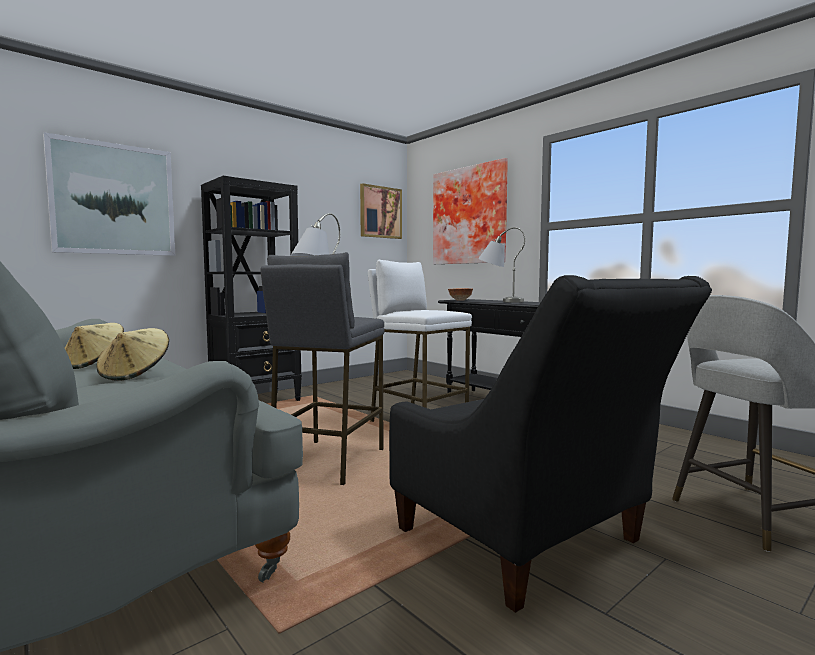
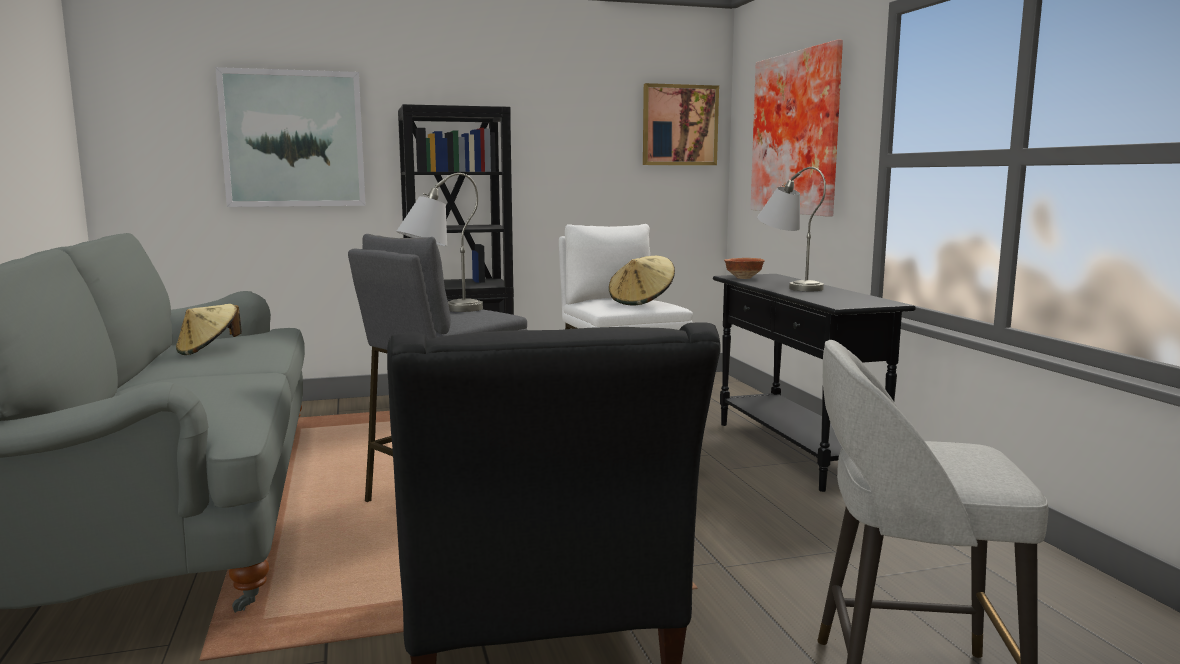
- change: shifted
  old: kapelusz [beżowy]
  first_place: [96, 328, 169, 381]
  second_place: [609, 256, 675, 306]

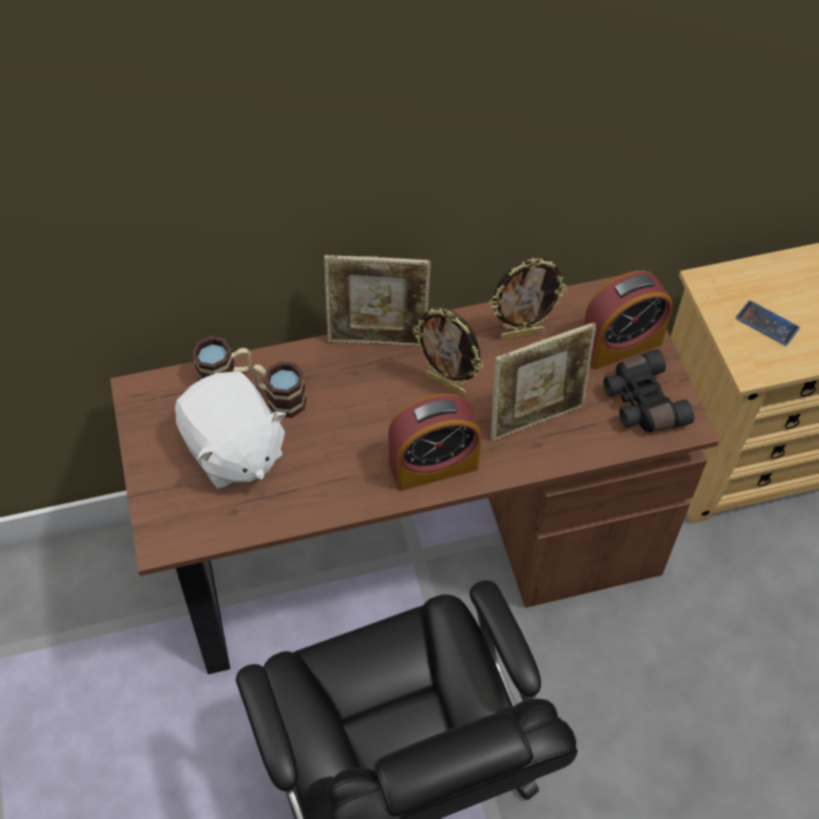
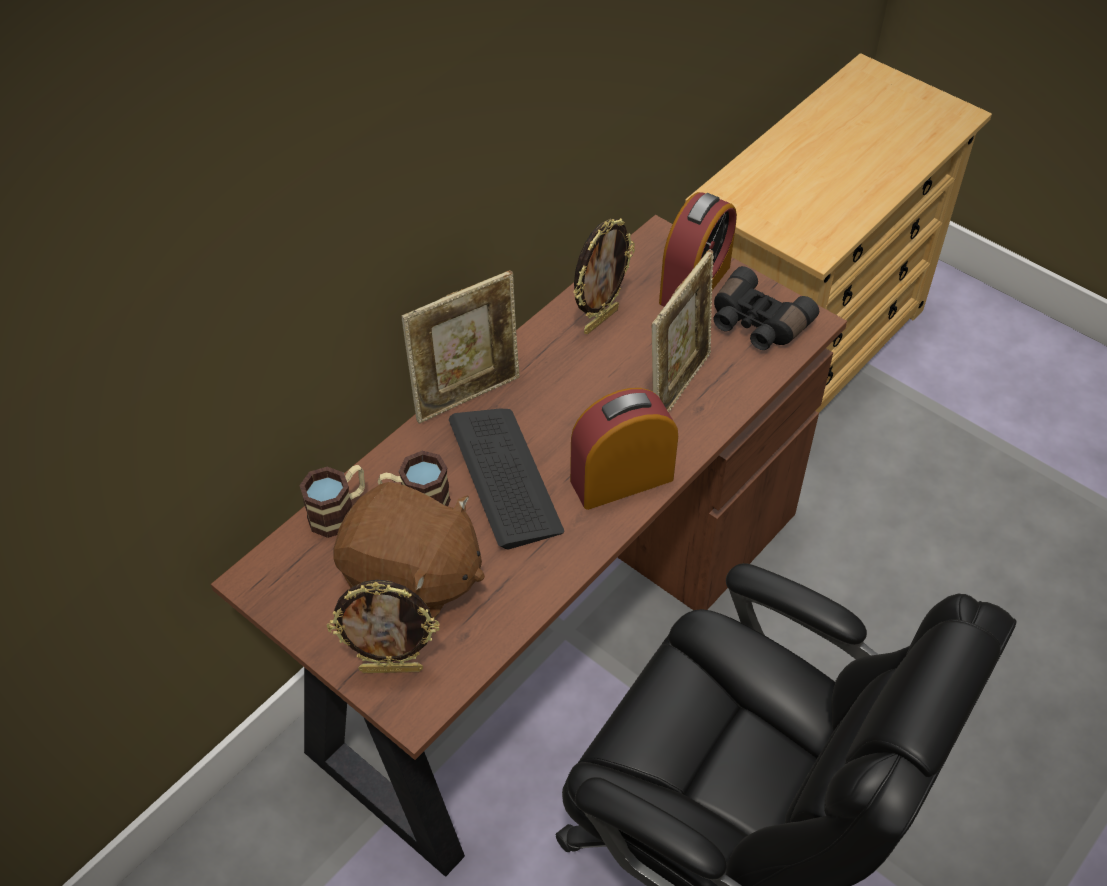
- change: shifted
  old: ramka na zdjęcie
  first_place: [412, 308, 484, 396]
  second_place: [327, 580, 440, 673]
- change: repainted
  old: pluszak [biały]
  new: pluszak [brązowy]
  first_place: [175, 371, 286, 489]
  second_place: [334, 482, 485, 619]
- change: new
  new: klawiatura
  second_place: [449, 409, 564, 549]
- change: rotated
  old: budzik
  first_place: [388, 394, 481, 491]
  second_place: [570, 388, 678, 510]
  degrees: -150
- change: gone
  old: telefon
  first_place: [736, 300, 800, 346]

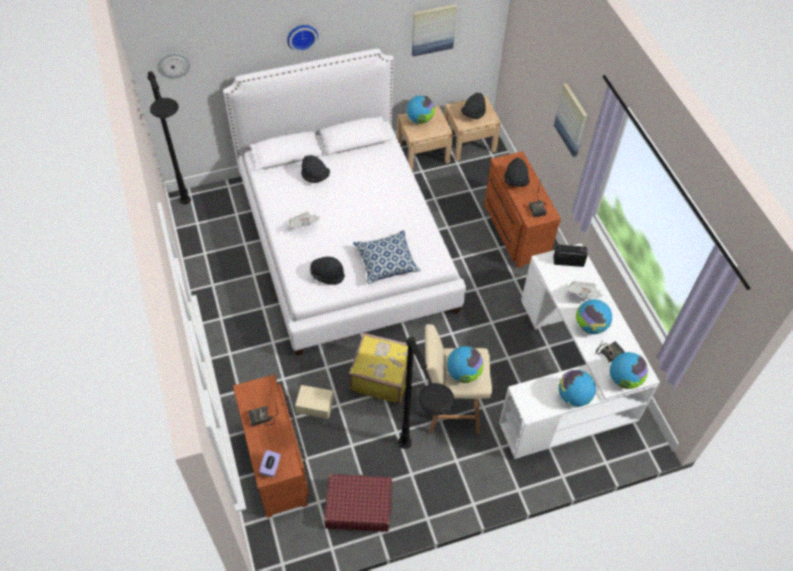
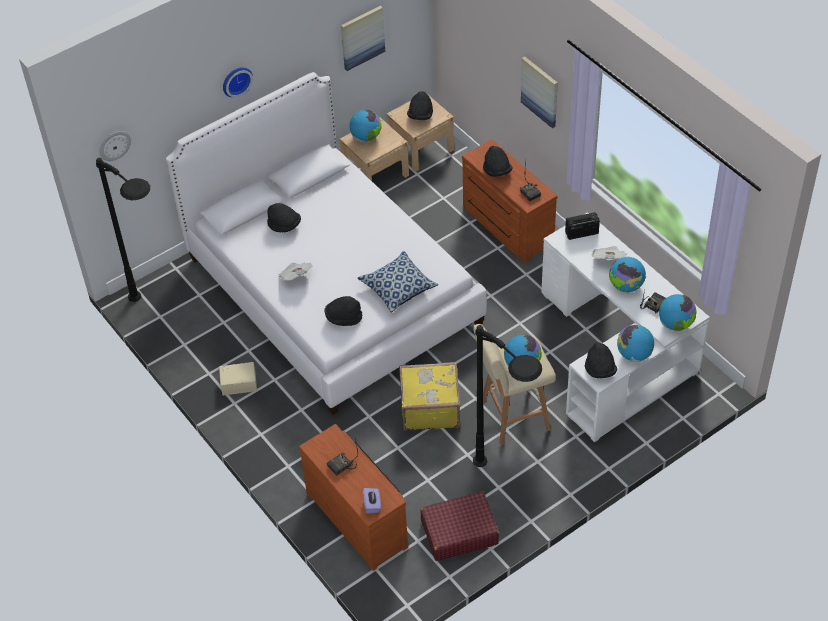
- change: shifted
  old: pojemnik do przechowywania [beżowy]
  first_place: [295, 385, 334, 419]
  second_place: [219, 362, 257, 395]
- change: new
  new: kapelusz [czarny]
  second_place: [585, 342, 617, 378]

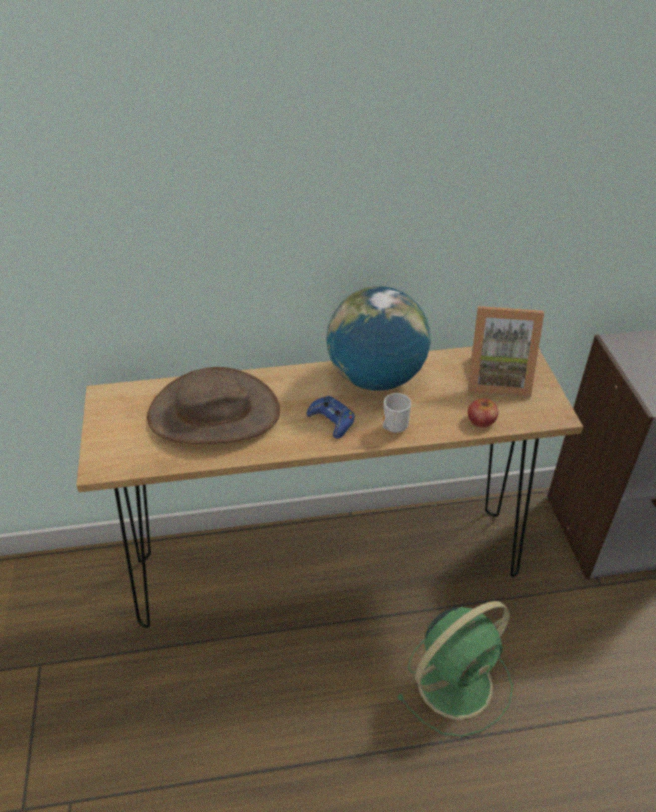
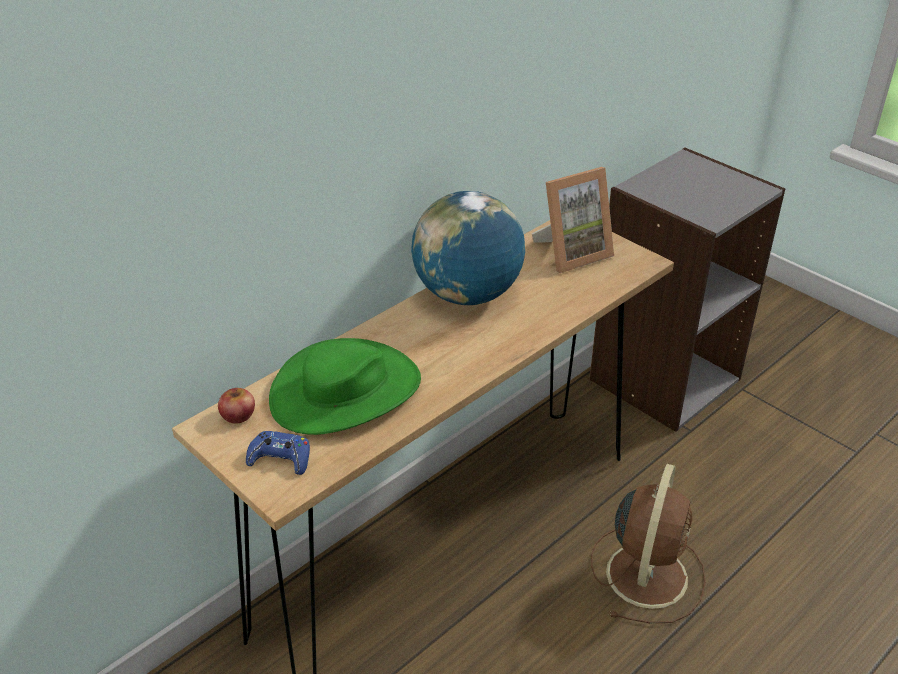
- change: shifted
  old: jabłko
  first_place: [468, 398, 498, 428]
  second_place: [218, 388, 255, 424]
- change: shifted
  old: pad do gier [niebieski]
  first_place: [307, 396, 355, 439]
  second_place: [246, 431, 310, 475]
- change: repainted
  old: kapelusz [brązowy]
  new: kapelusz [zielony]
  first_place: [147, 367, 280, 444]
  second_place: [269, 338, 421, 435]
- change: repainted
  old: wentylator [zielony]
  new: wentylator [brązowy]
  first_place: [397, 601, 513, 737]
  second_place: [591, 464, 706, 623]
- change: gone
  old: kubek
  first_place: [383, 393, 411, 433]

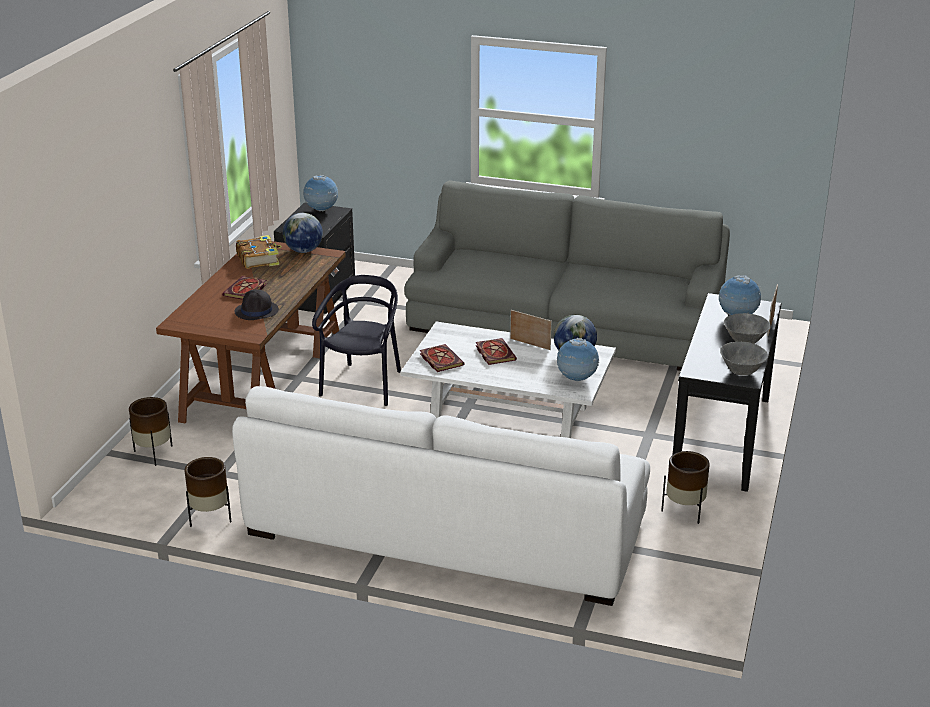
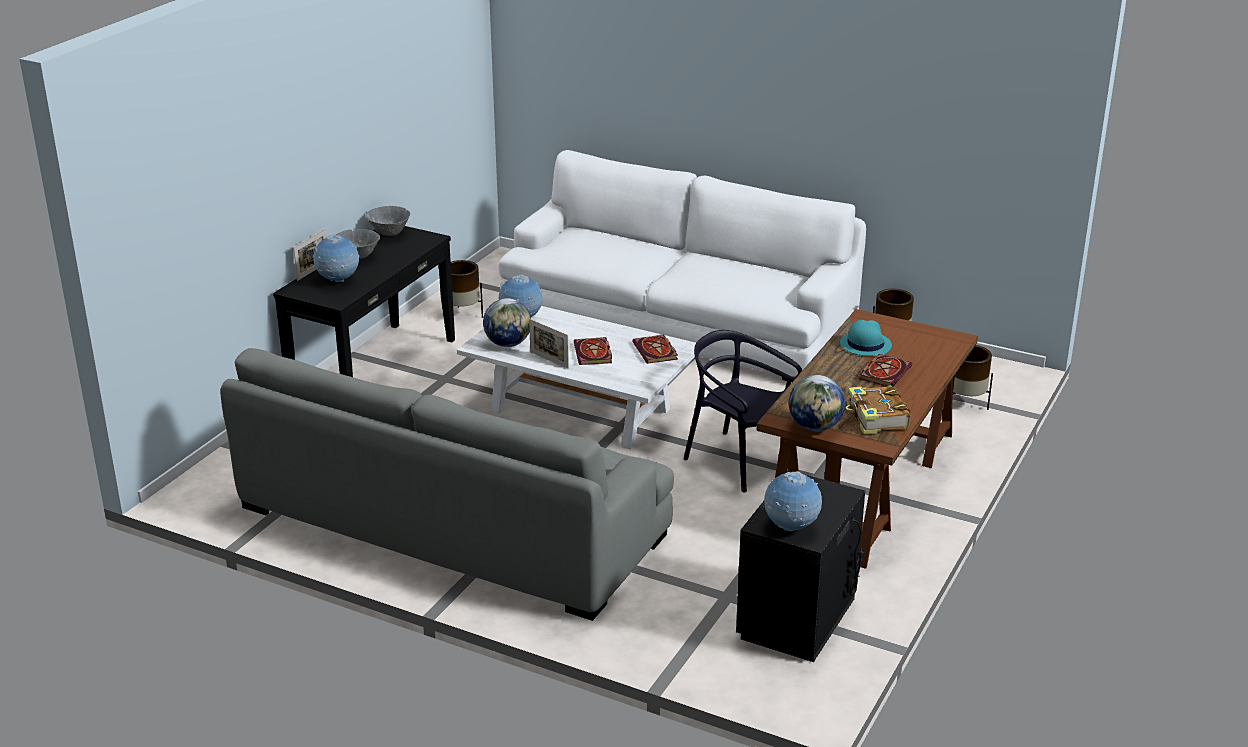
- change: rotated
  old: krzesło [czarny]
  first_place: [312, 275, 401, 406]
  second_place: [683, 330, 802, 493]
  degrees: 105
- change: repainted
  old: kapelusz [czarny]
  new: kapelusz [turkusowy]
  first_place: [235, 289, 279, 320]
  second_place: [840, 320, 892, 356]

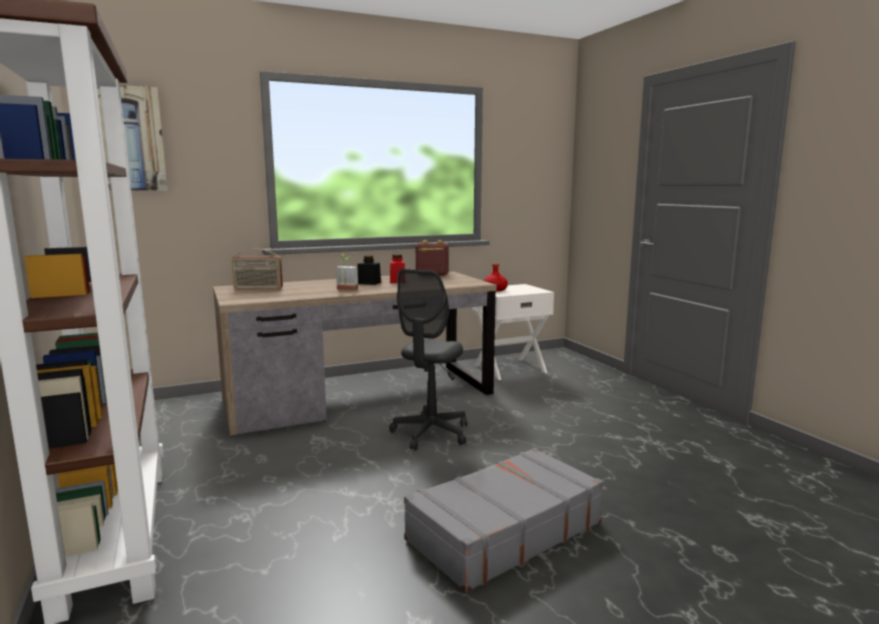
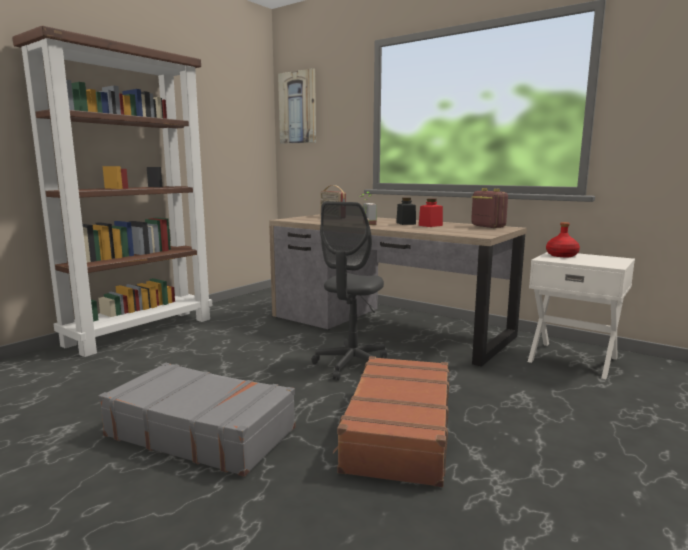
- change: rotated
  old: krzesło biurowe [szary]
  first_place: [389, 269, 467, 450]
  second_place: [312, 201, 387, 381]
  degrees: -60
- change: new
  new: walizka [brązowy]
  second_place: [333, 356, 450, 487]

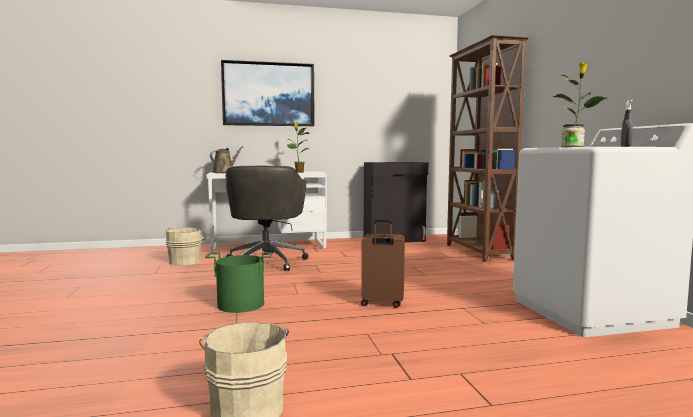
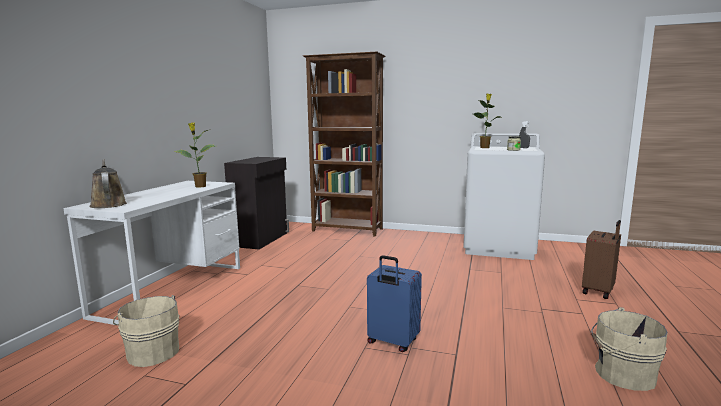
- change: swapped
  old: wiadro [zielony]
  new: walizka [niebieski]
  first_place: [205, 252, 272, 313]
  second_place: [367, 255, 422, 352]
- change: shifted
  old: walizka [brązowy]
  first_place: [361, 219, 405, 308]
  second_place: [582, 220, 621, 299]
- change: gone
  old: obraz
  first_place: [221, 60, 315, 126]
- change: gone
  old: krzesło biurowe [szary]
  first_place: [226, 166, 309, 271]

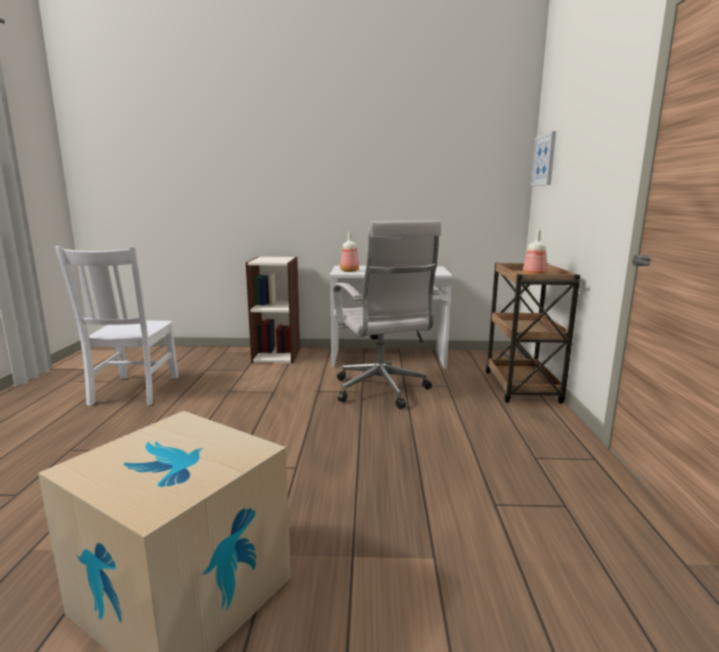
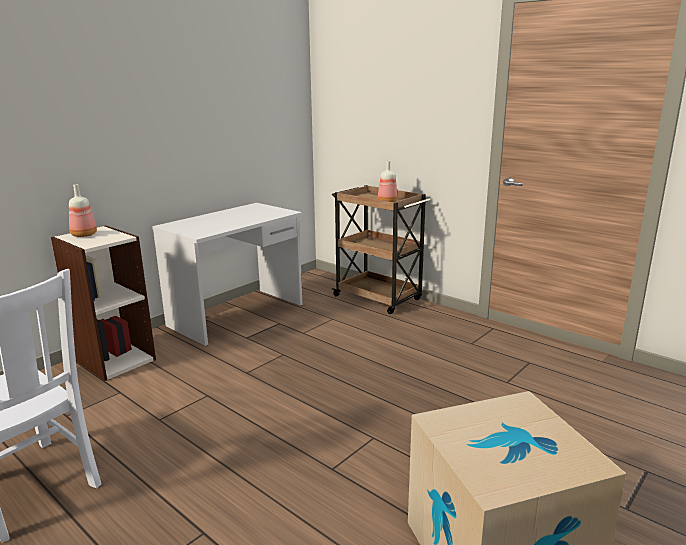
- change: shifted
  old: butelka
  first_place: [340, 232, 359, 272]
  second_place: [69, 184, 97, 237]
- change: gone
  old: krzesło biurowe [biały]
  first_place: [333, 220, 441, 409]
- change: gone
  old: obraz
  first_place: [531, 131, 556, 186]

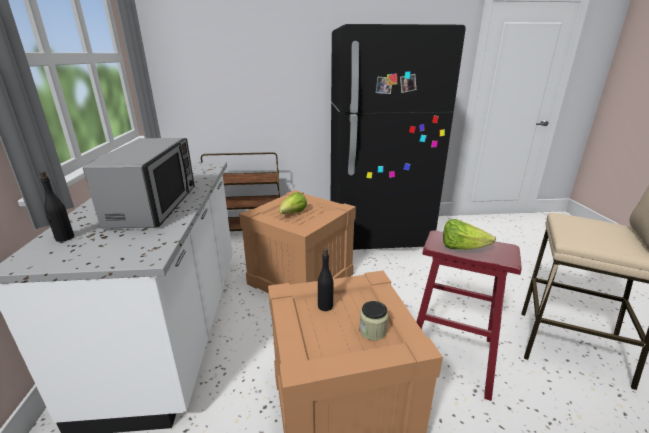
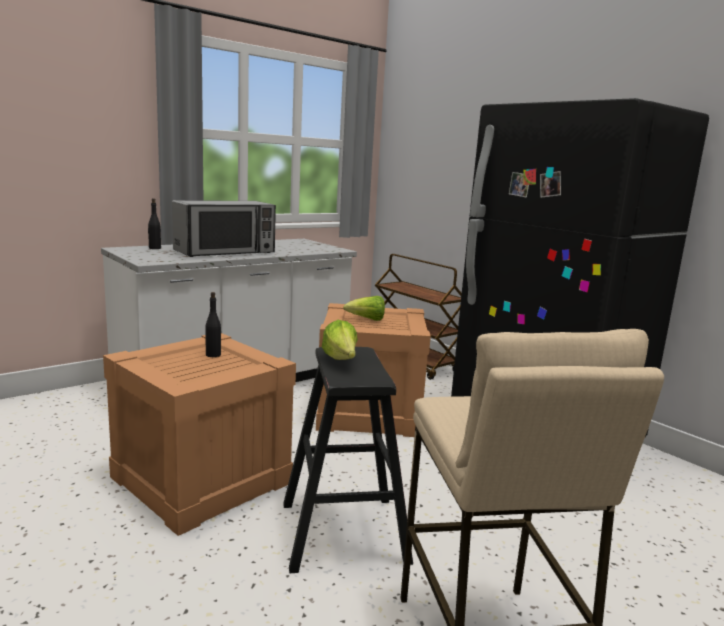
- change: repainted
  old: stołek [czerwony]
  new: stołek [czarny]
  first_place: [417, 230, 522, 401]
  second_place: [283, 347, 413, 573]
- change: gone
  old: słoik
  first_place: [359, 301, 388, 341]

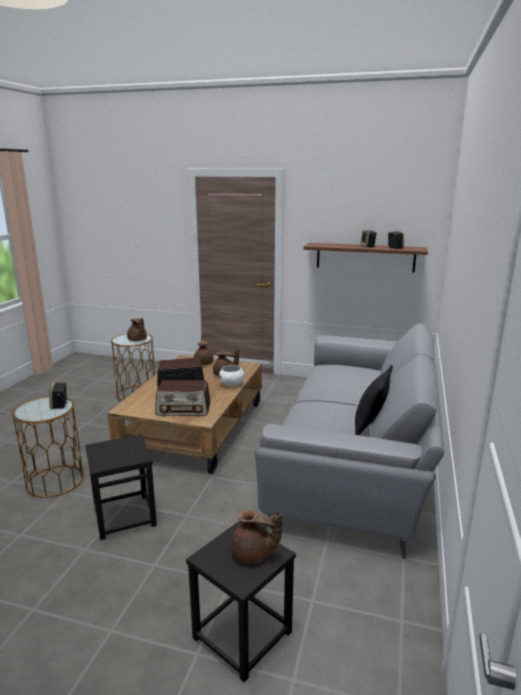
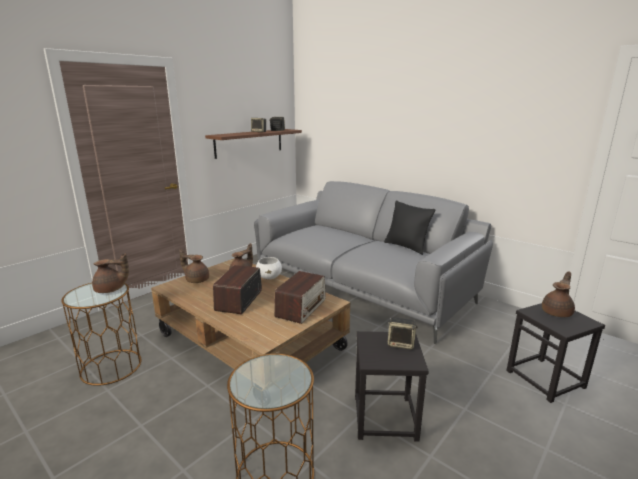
- change: shifted
  old: głośnik
  first_place: [49, 382, 68, 409]
  second_place: [387, 317, 418, 350]

